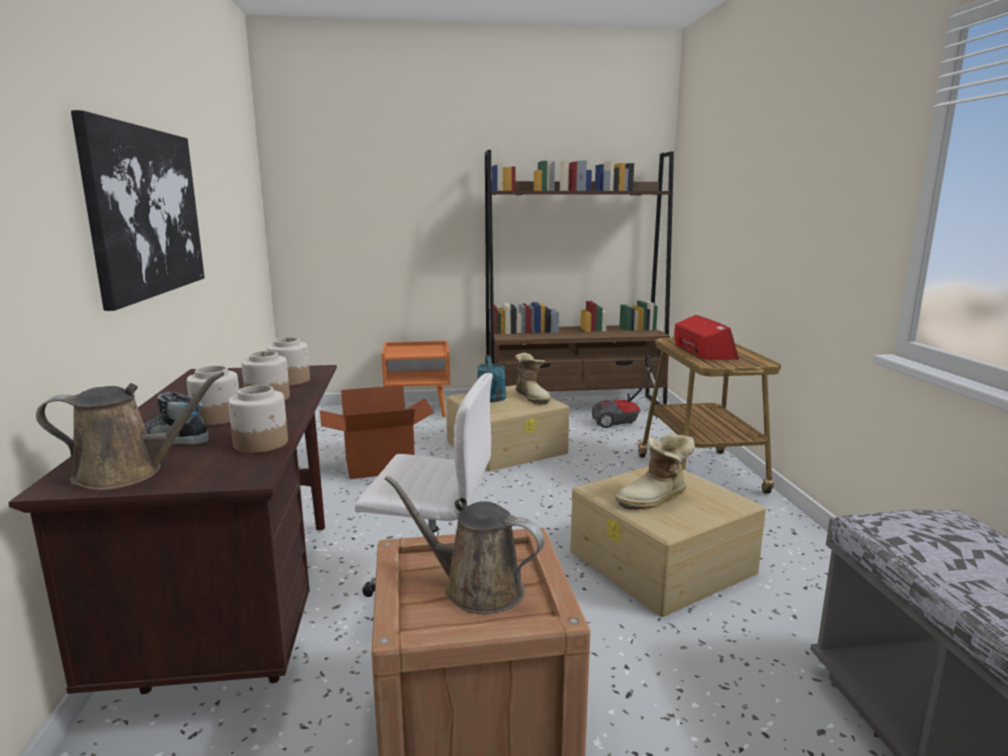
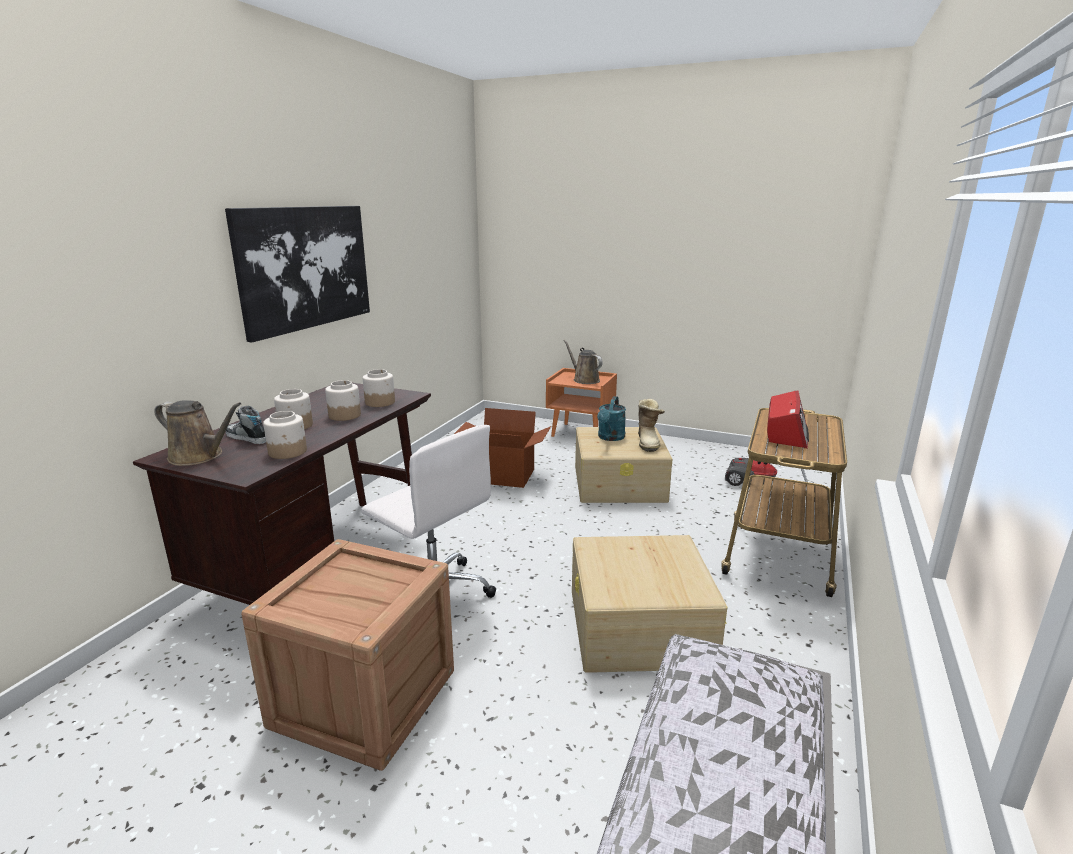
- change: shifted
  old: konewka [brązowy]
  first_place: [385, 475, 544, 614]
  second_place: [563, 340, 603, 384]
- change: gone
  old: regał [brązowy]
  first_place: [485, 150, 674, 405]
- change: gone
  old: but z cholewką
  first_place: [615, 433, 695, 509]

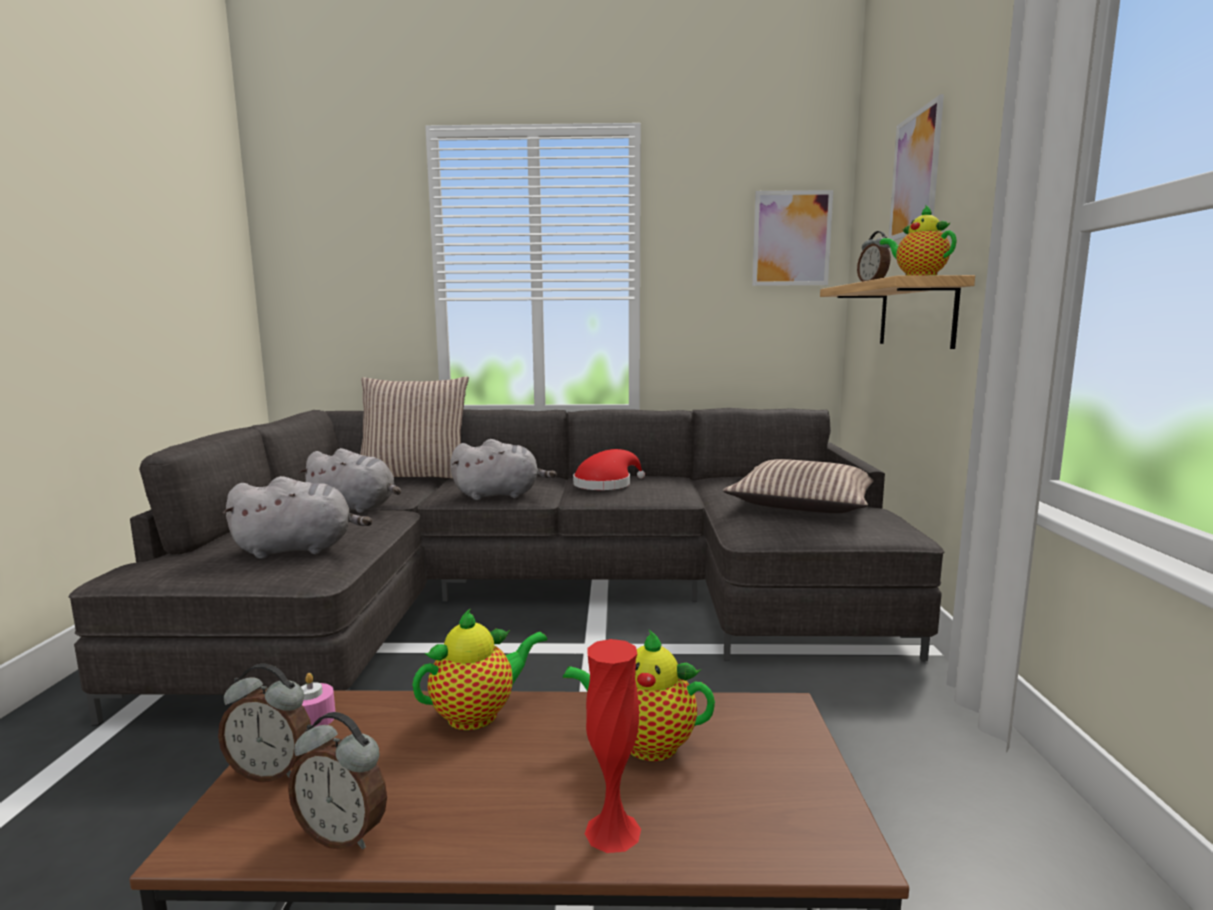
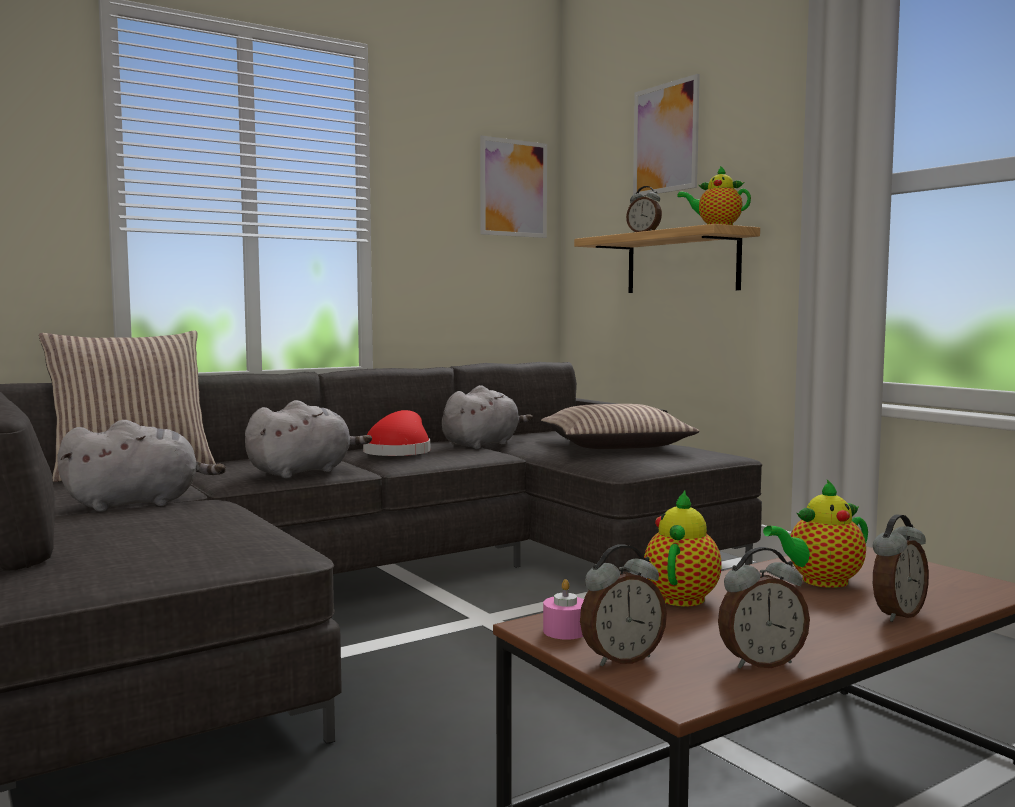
- change: shifted
  old: pluszak [szary]
  first_place: [222, 476, 373, 559]
  second_place: [442, 385, 533, 449]
- change: swapped
  old: wazon [czerwony]
  new: budzik
  first_place: [585, 639, 641, 853]
  second_place: [873, 515, 929, 622]

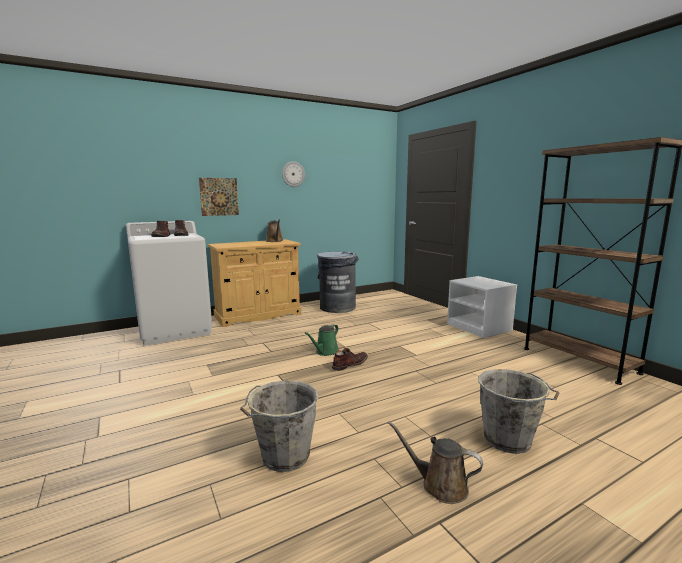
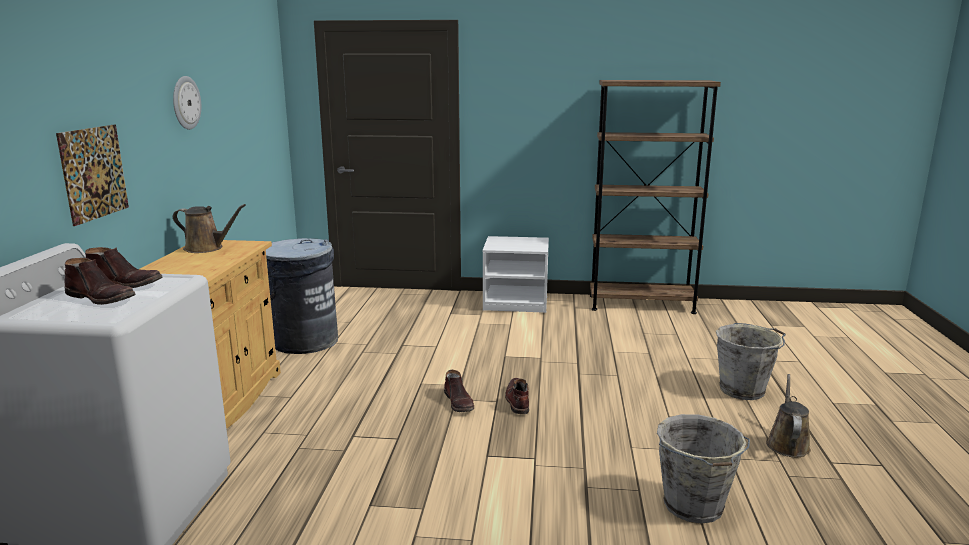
- change: swapped
  old: konewka [zielony]
  new: but z cholewką [brązowy]
  first_place: [305, 325, 339, 356]
  second_place: [444, 370, 474, 412]
- change: rotated
  old: konewka [brązowy]
  first_place: [388, 421, 483, 504]
  second_place: [766, 374, 811, 457]
  degrees: 135

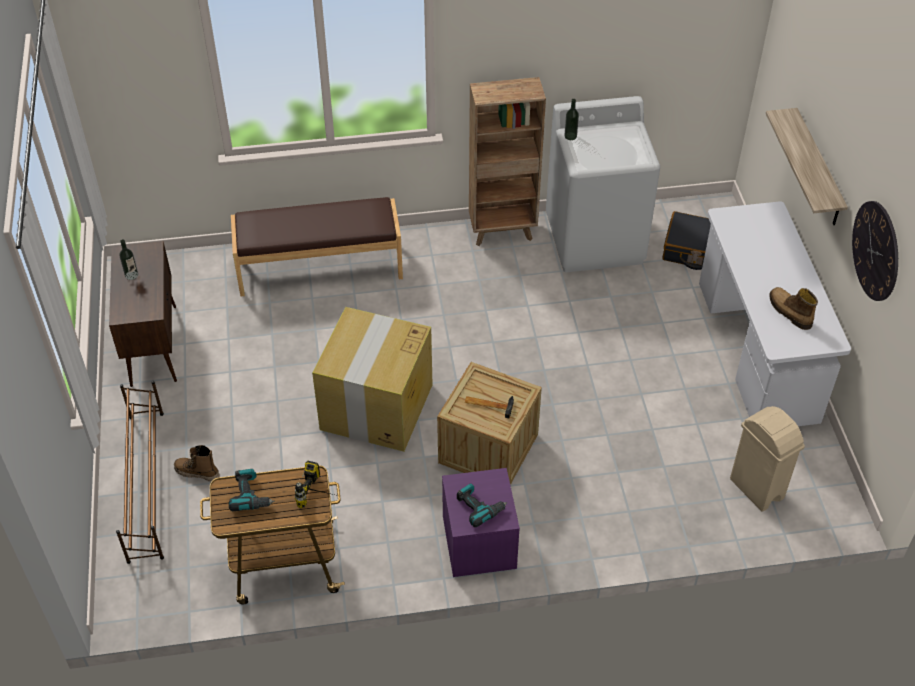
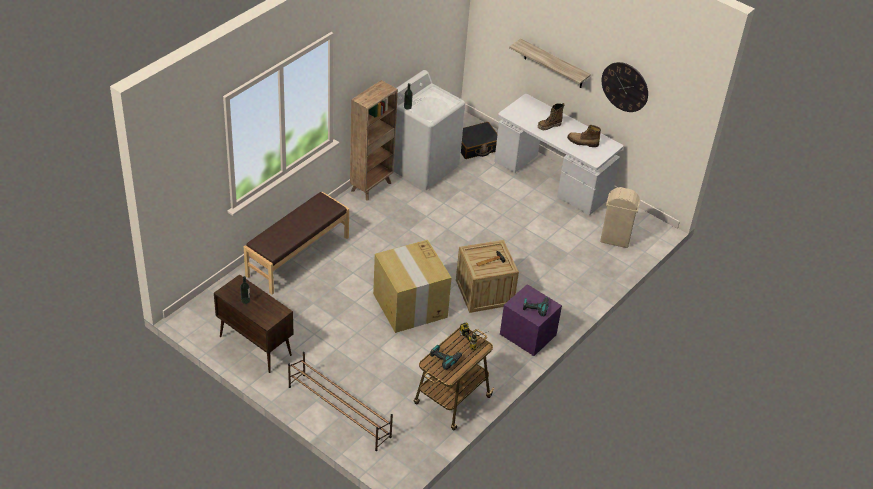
- change: shifted
  old: but z cholewką
  first_place: [174, 445, 220, 482]
  second_place: [538, 103, 565, 130]

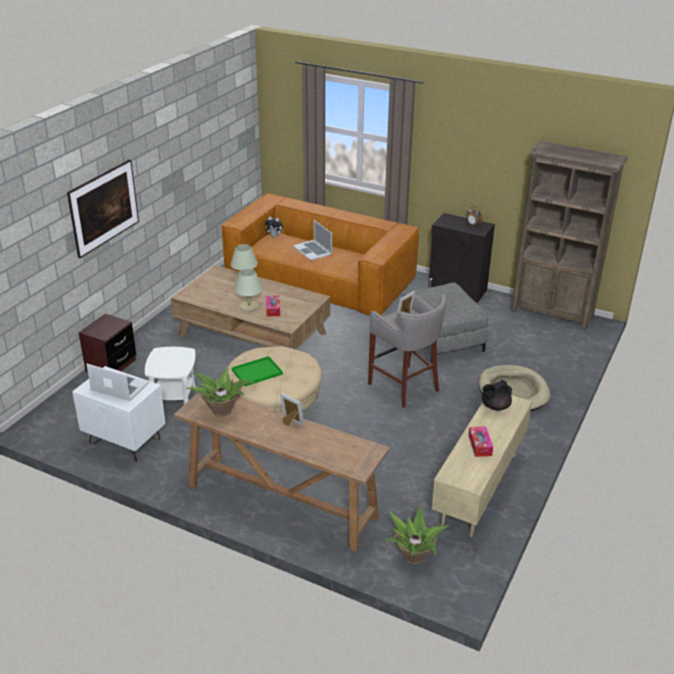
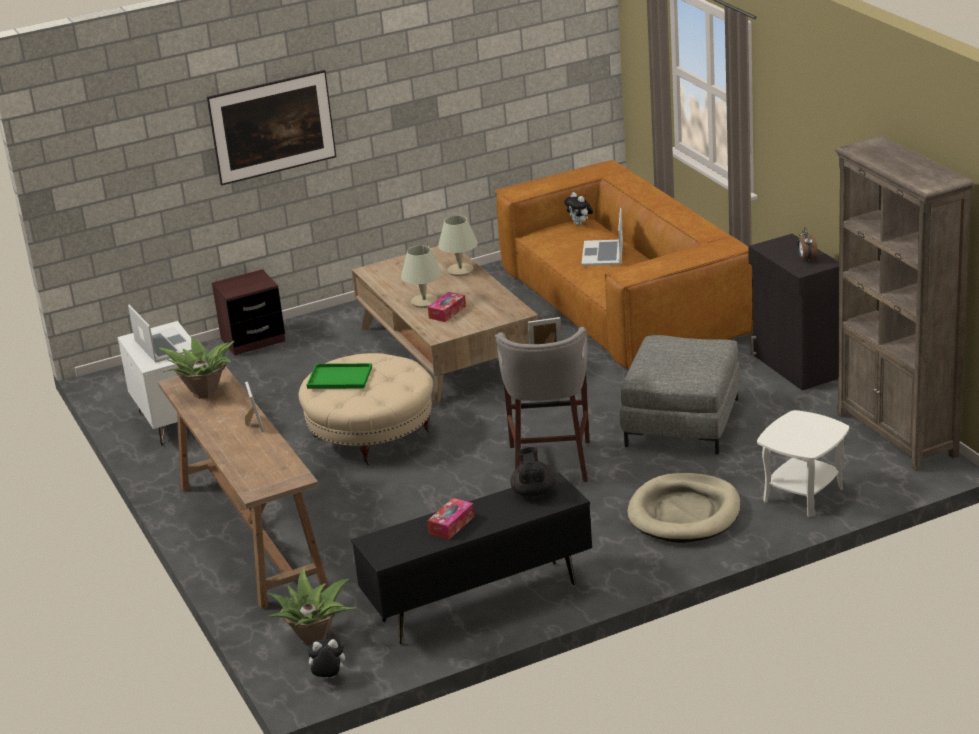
- change: new
  new: pluszak
  second_place: [304, 639, 345, 678]
- change: repainted
  old: szafka pod telewizor [beżowy]
  new: szafka pod telewizor [czarny]
  first_place: [432, 395, 533, 537]
  second_place: [351, 472, 592, 644]
- change: rotated
  old: imbryk [czarny]
  first_place: [481, 380, 512, 410]
  second_place: [510, 447, 555, 498]
  degrees: 75
- change: shifted
  old: stolik [biały]
  first_place: [145, 347, 196, 405]
  second_place: [757, 410, 849, 517]

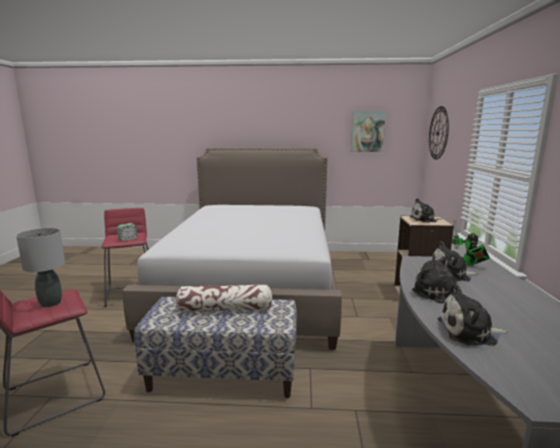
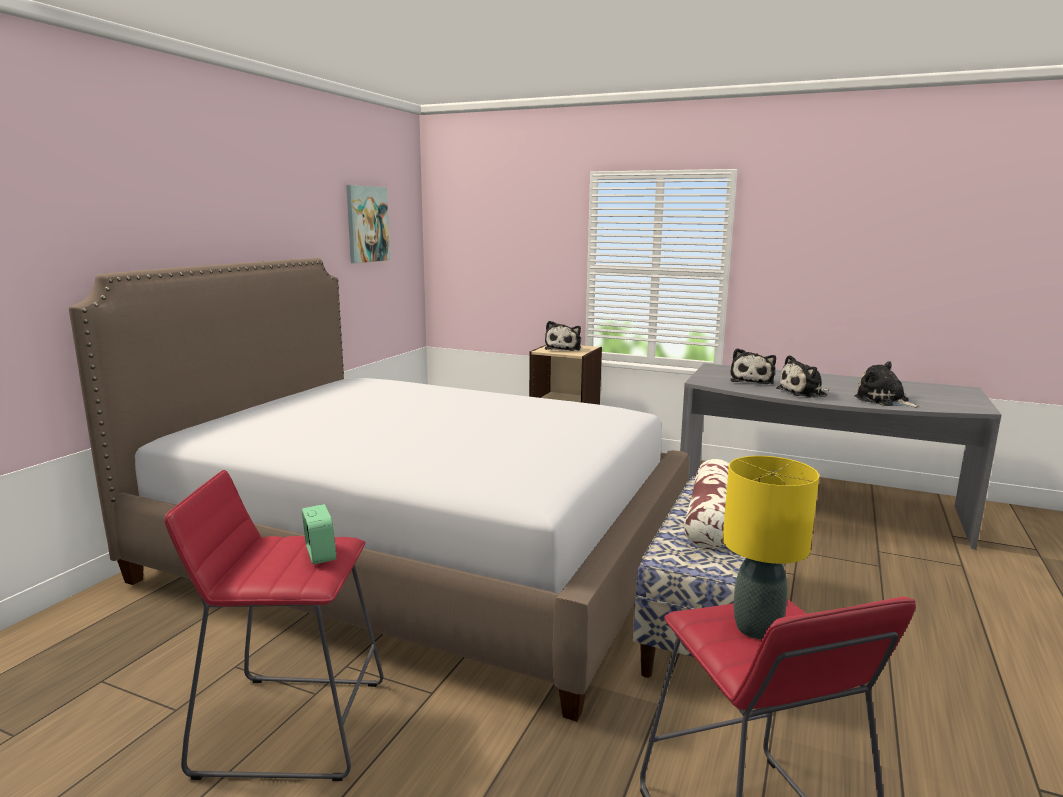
- change: repainted
  old: lampa stołowa [szary]
  new: lampa stołowa [żółty]
  first_place: [16, 228, 65, 307]
  second_place: [723, 456, 819, 639]
- change: rotated
  old: pluszak
  first_place: [438, 284, 508, 346]
  second_place: [854, 361, 921, 408]
  degrees: 120
- change: gone
  old: zegar ścienny
  first_place: [429, 106, 449, 160]
- change: gone
  old: robot zabawkowy
  first_place: [452, 219, 490, 266]

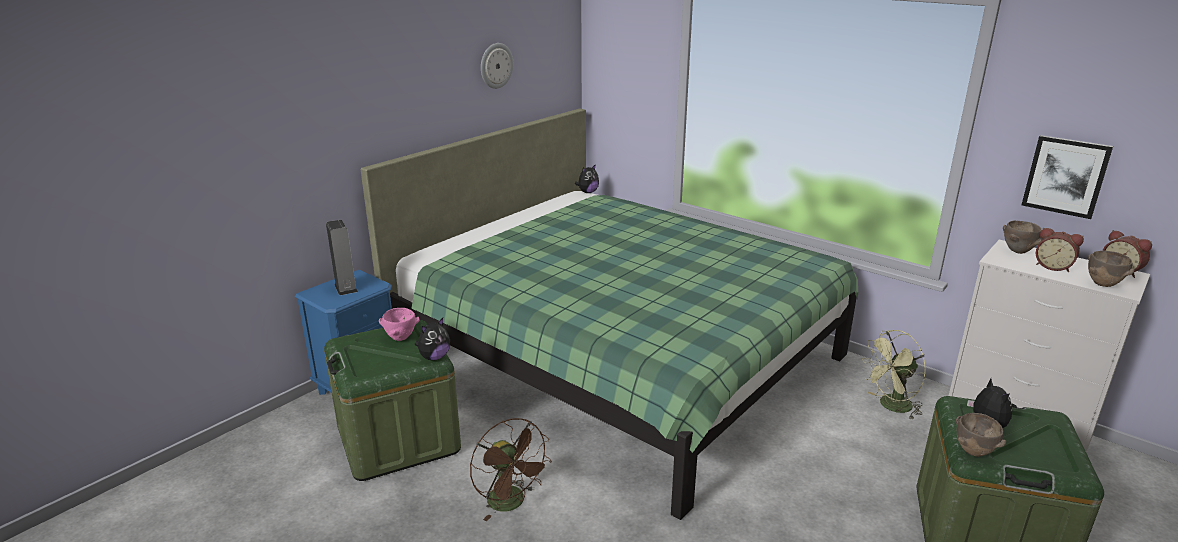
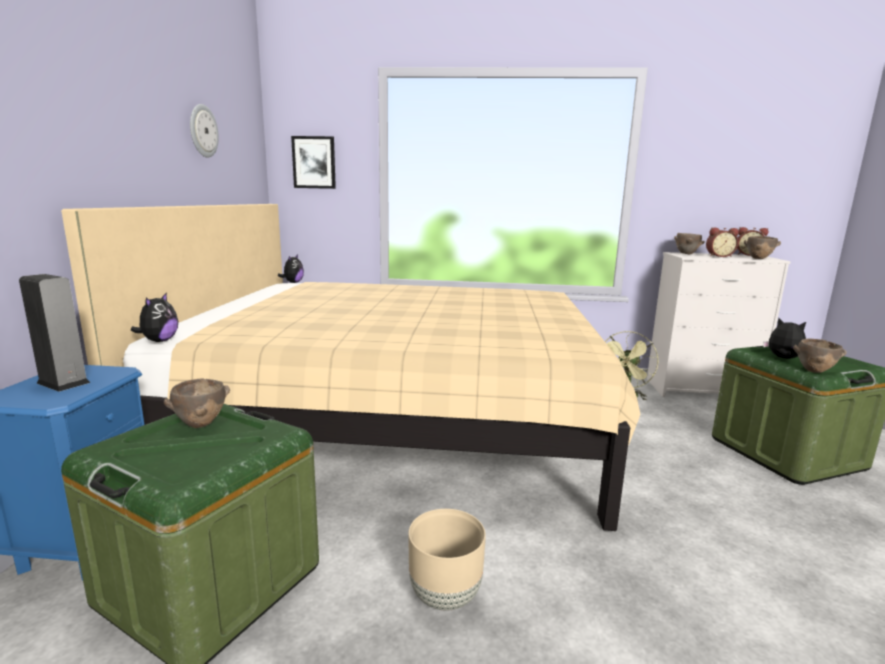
- change: repainted
  old: łóżko [zielony]
  new: łóżko [beżowy]
  first_place: [360, 108, 858, 520]
  second_place: [61, 204, 641, 531]
- change: shifted
  old: pluszak
  first_place: [415, 318, 450, 360]
  second_place: [130, 292, 178, 342]
- change: repainted
  old: miska [różowy]
  new: miska [brązowy]
  first_place: [379, 308, 420, 341]
  second_place: [164, 379, 230, 428]
- change: shifted
  old: obraz
  first_place: [1022, 135, 1113, 219]
  second_place: [291, 136, 336, 189]
- change: swapped
  old: wentylator [brązowy]
  new: donica [beżowy]
  first_place: [470, 418, 552, 521]
  second_place: [408, 509, 486, 611]

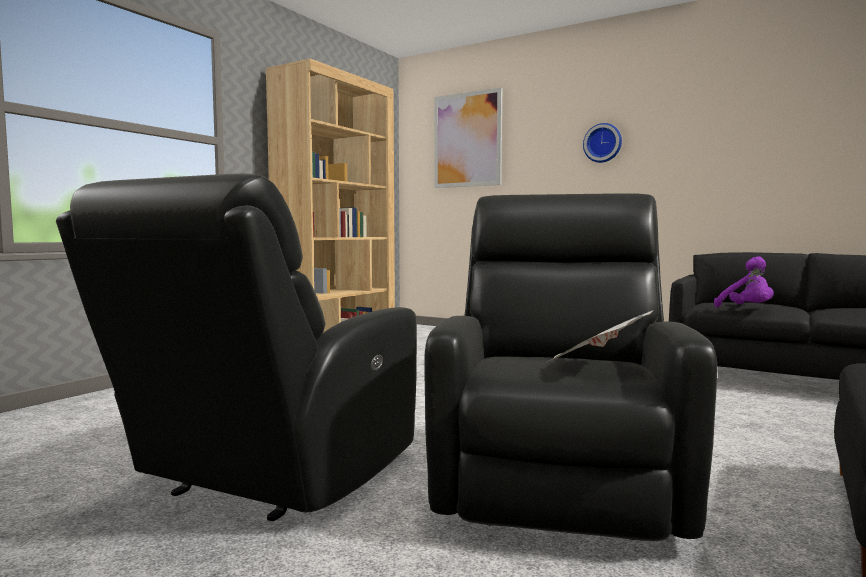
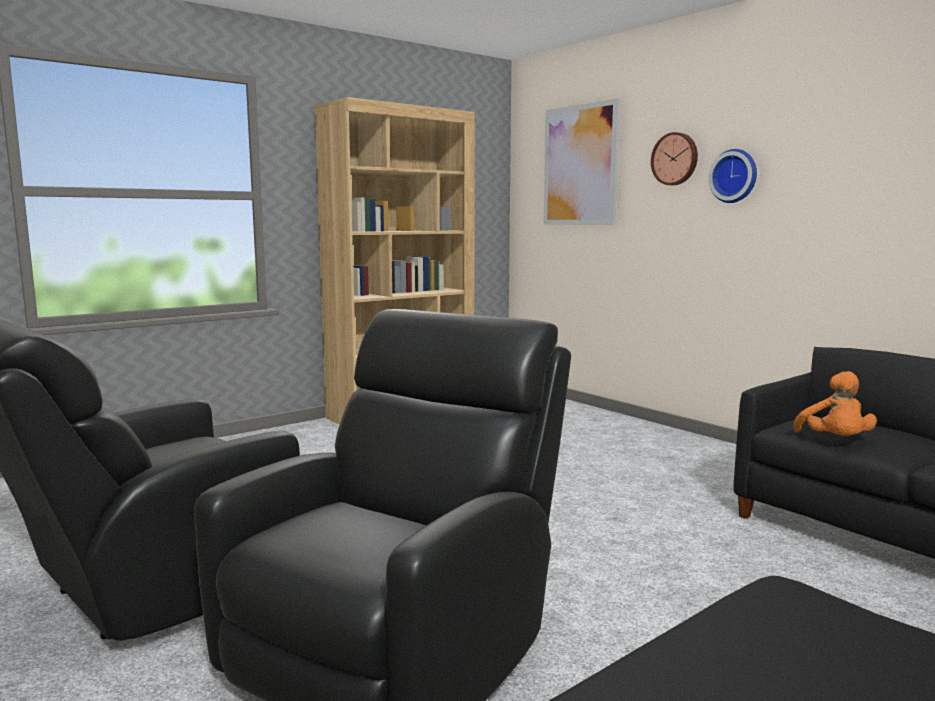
- change: new
  new: zegar ścienny
  second_place: [651, 132, 698, 185]
- change: repainted
  old: pluszak [fioletowy]
  new: pluszak [pomarańczowy]
  first_place: [714, 256, 774, 308]
  second_place: [793, 371, 877, 436]
- change: gone
  old: gazeta
  first_place: [546, 310, 653, 362]

